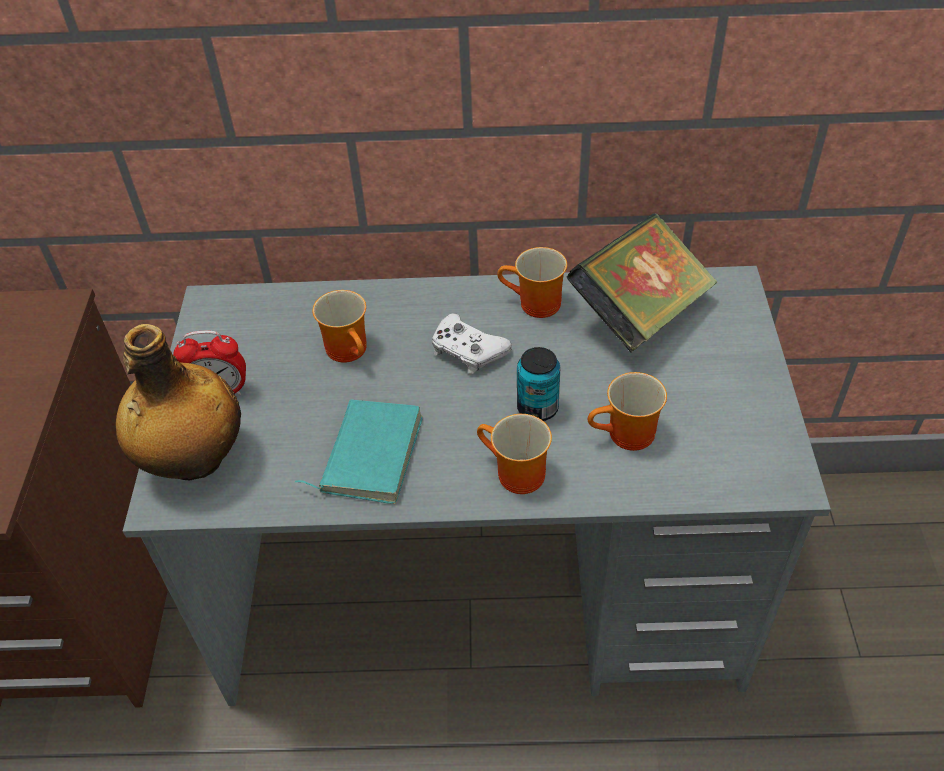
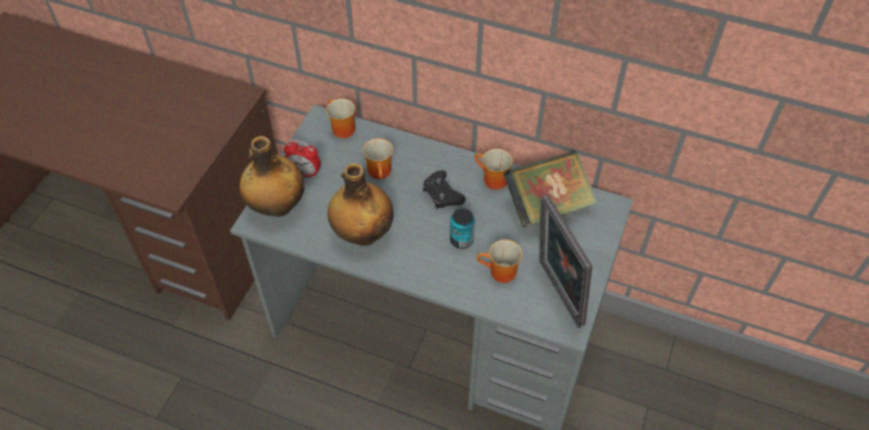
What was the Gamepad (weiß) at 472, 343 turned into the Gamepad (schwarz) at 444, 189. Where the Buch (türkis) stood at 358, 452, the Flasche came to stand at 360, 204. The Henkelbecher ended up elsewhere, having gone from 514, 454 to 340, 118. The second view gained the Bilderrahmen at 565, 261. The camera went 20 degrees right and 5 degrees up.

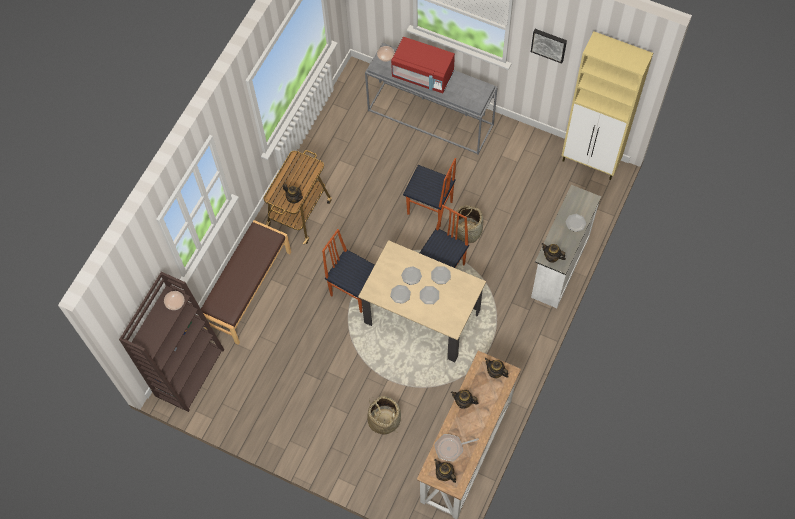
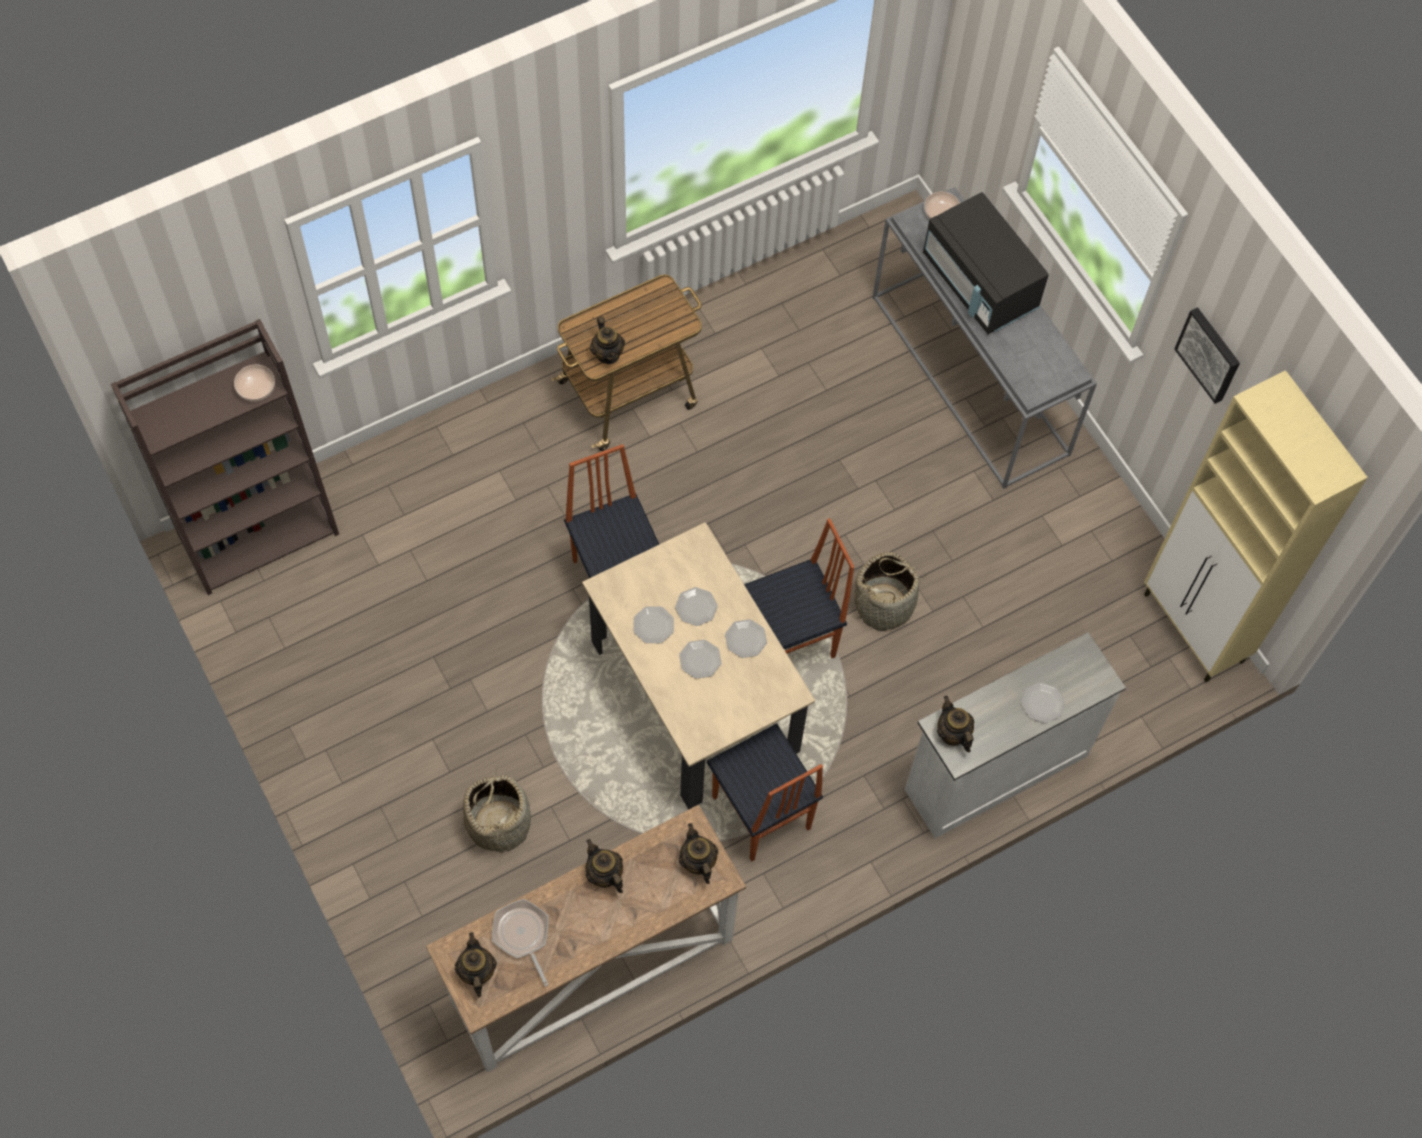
What was the Mikrowelle (rot) at 423, 65 turned into the Mikrowelle (schwarz) at 986, 263. The Stuhl ended up elsewhere, having gone from 429, 192 to 765, 792. The second view lost the Bank (braun) at 246, 282. The Pfanne at 456, 447 ended up facing another way, 45 degrees clockwise from before. The camera went 30 degrees right and 0 degrees up.

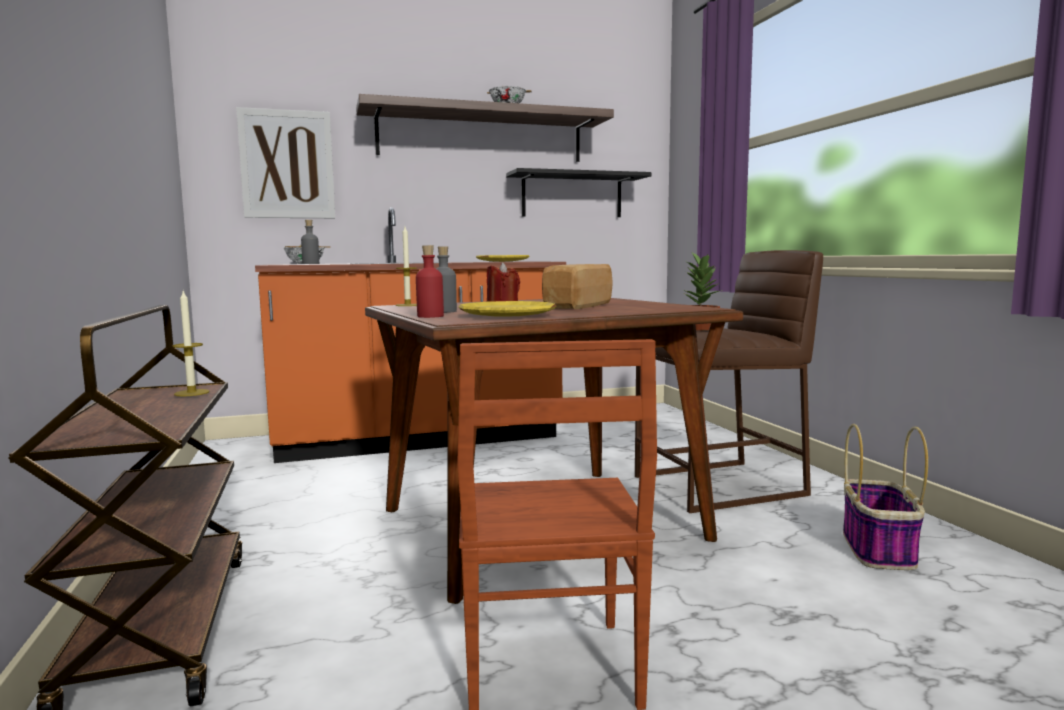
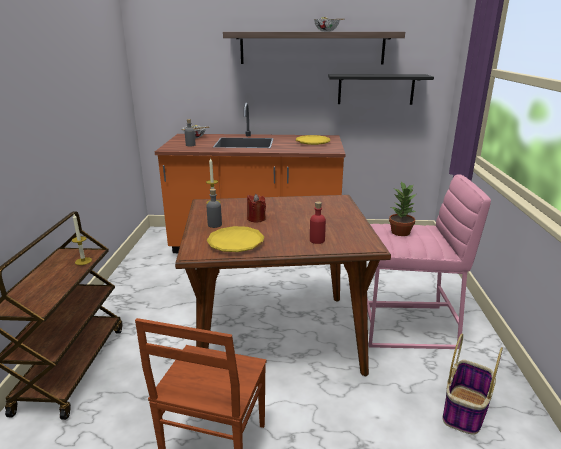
The second view lost the Bild at 285, 162. The Flasche (rot) ended up elsewhere, having gone from 430, 281 to 318, 222. What was the Hocker (braun) at 729, 381 turned into the Hocker (rosa) at 429, 261. The second view lost the Brot at 577, 286. The camera went 20 degrees right and 15 degrees up.

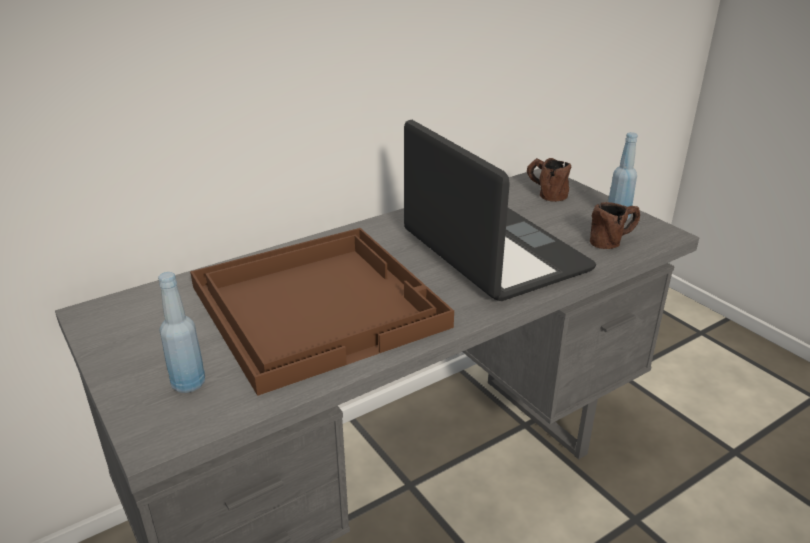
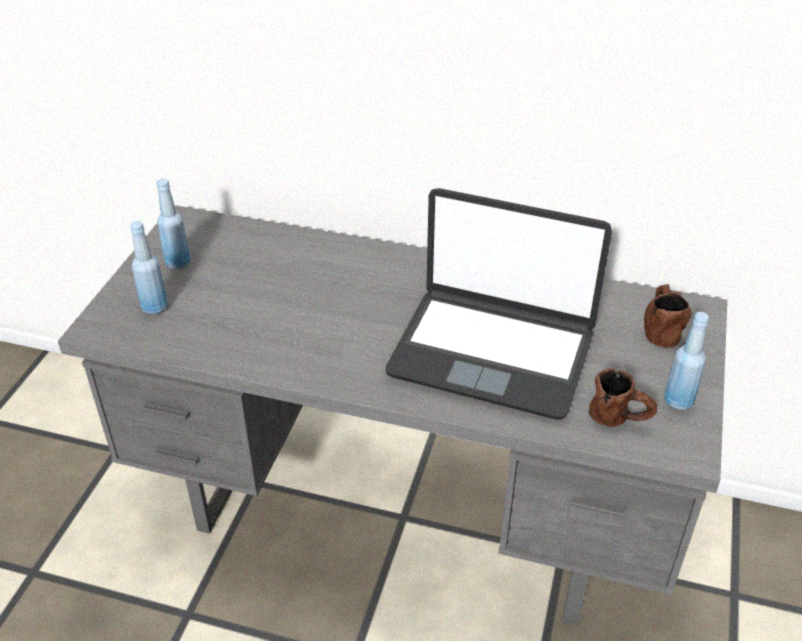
The Laptop at 500, 210 ended up facing another way, 90 degrees clockwise from before. The second view lost the Tablett (braun) at 322, 312. The second view gained the Flasche (blau) at 173, 224. The camera went 50 degrees right and 10 degrees up.

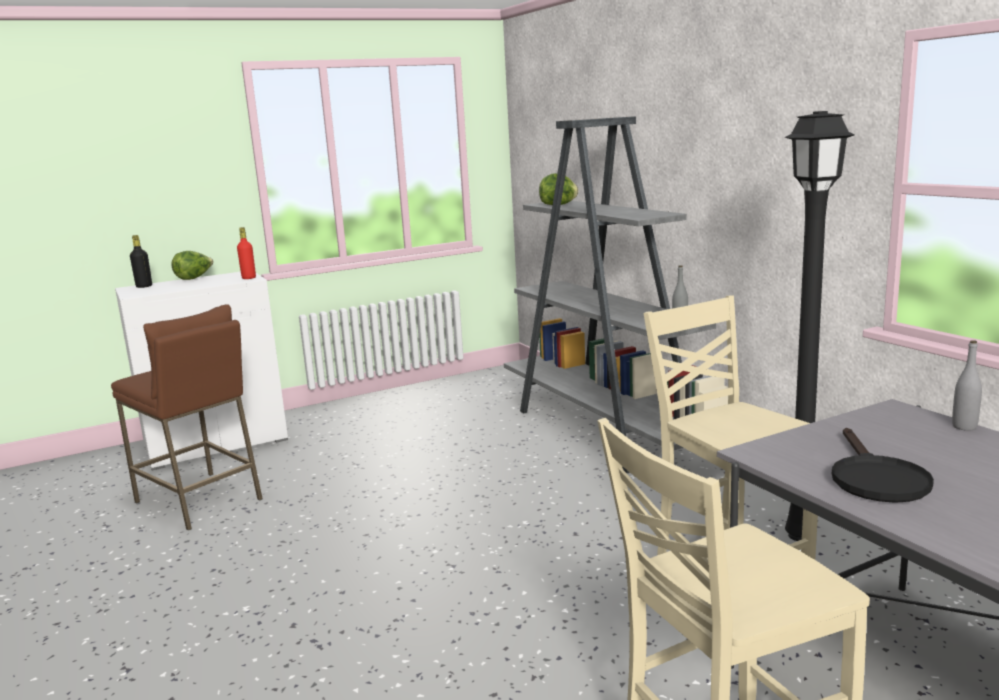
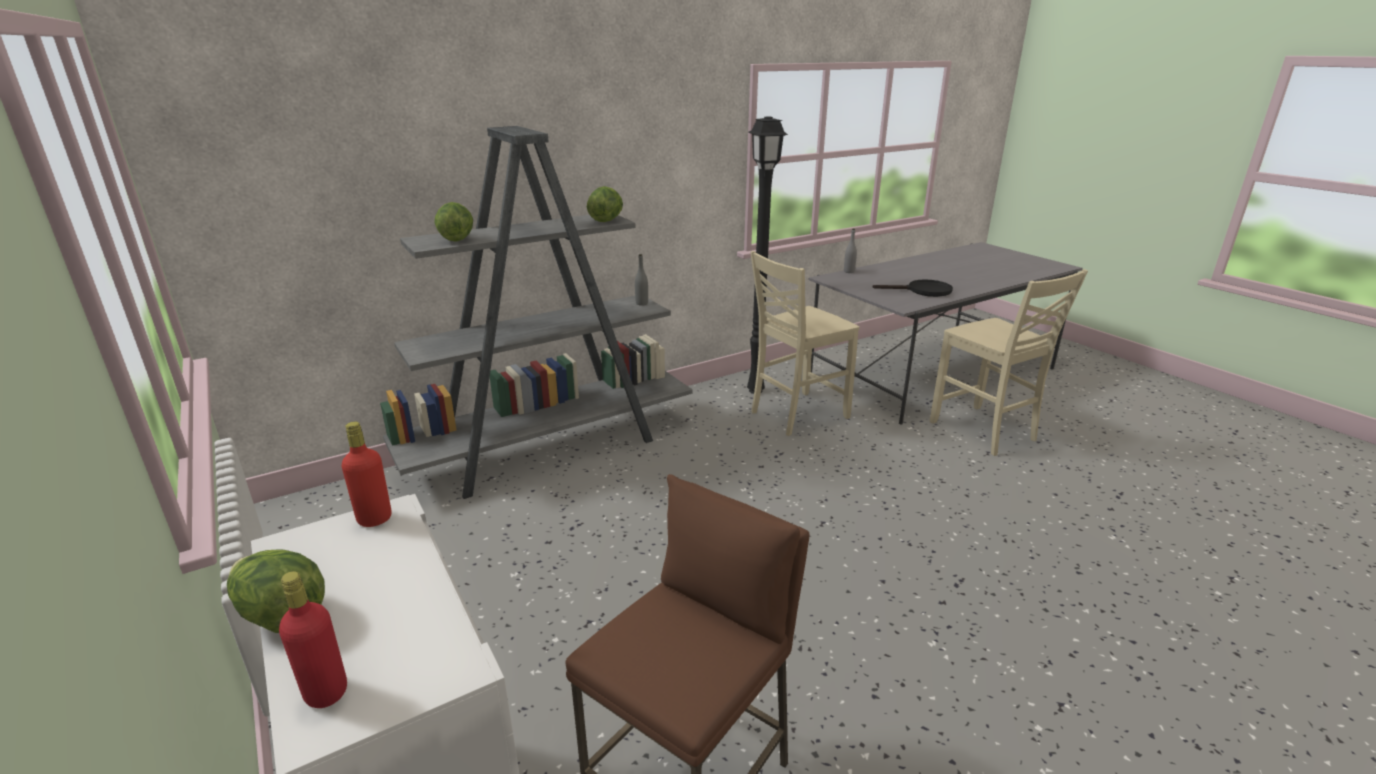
What was the Flasche (schwarz) at 141, 261 turned into the Flasche (rot) at 313, 639. The second view gained the Salatkopf at 605, 204. The camera went 95 degrees left and 10 degrees up.

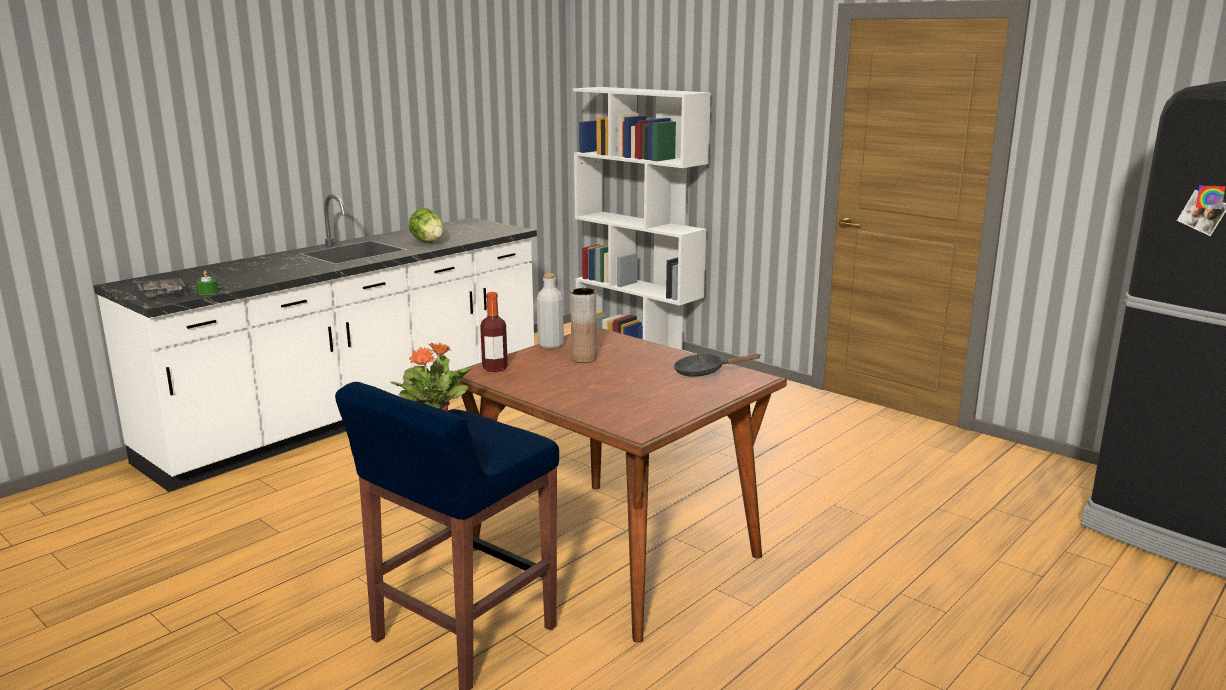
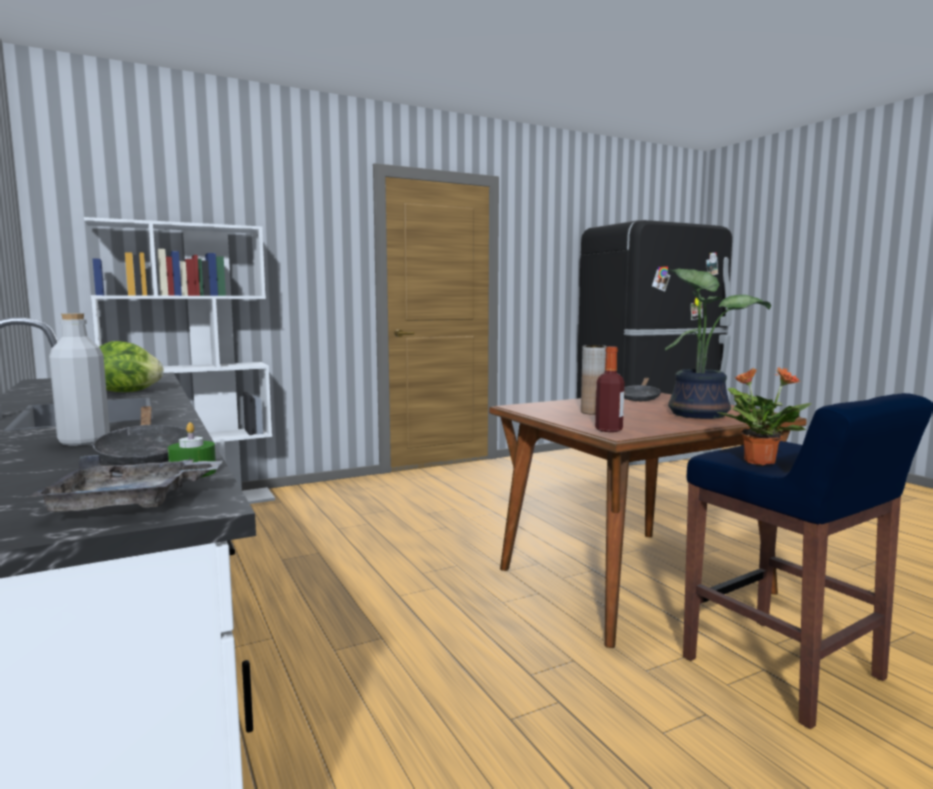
The Flasche (grau) ended up elsewhere, having gone from 550, 311 to 79, 379. The second view gained the Topfpflanze at 718, 343. The second view gained the Pfanne (schwarz) at 143, 435. The camera went 70 degrees left and 10 degrees down.

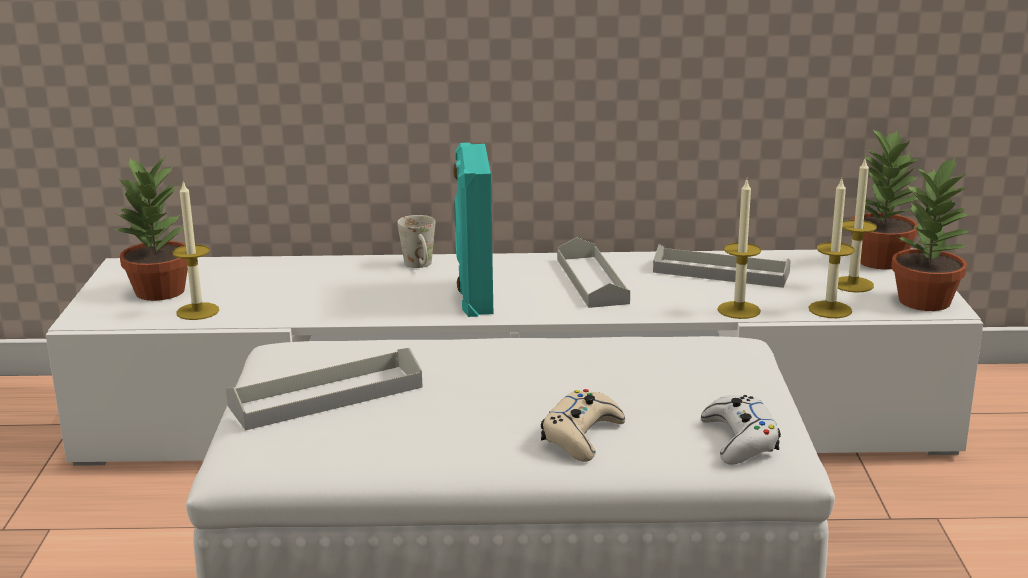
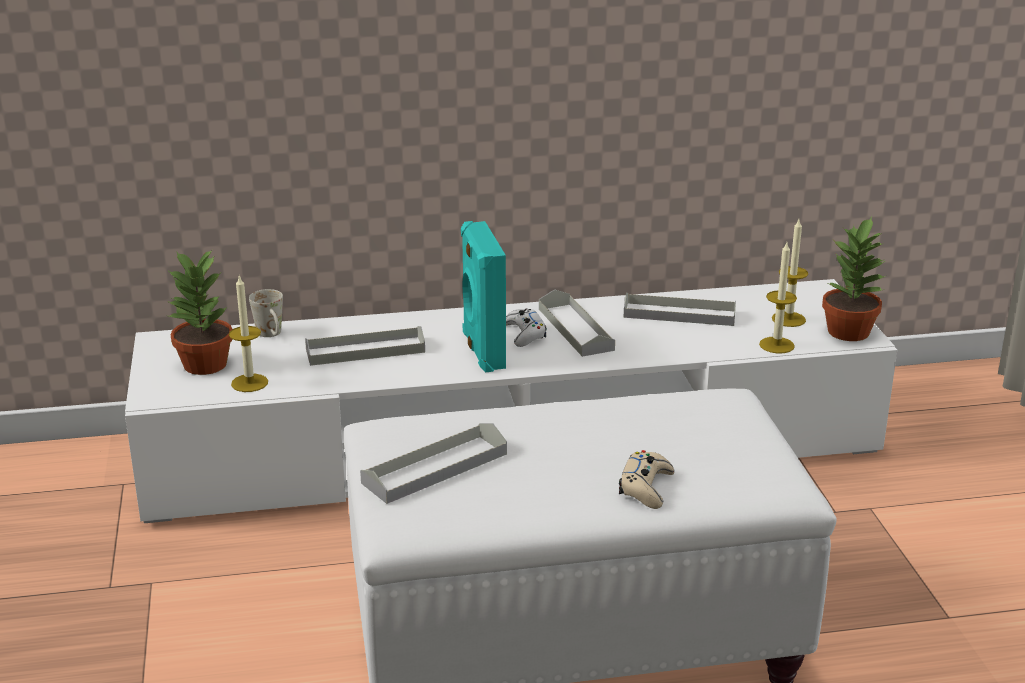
The second view lost the Topfpflanze at 887, 198. The second view lost the Kerze at 739, 249. The Henkelbecher (weiß) ended up elsewhere, having gone from 416, 241 to 266, 313. The Gamepad (weiß) ended up elsewhere, having gone from 741, 430 to 526, 327. The second view gained the Tablett (grau) at 365, 346. The camera went 10 degrees left and 5 degrees up.

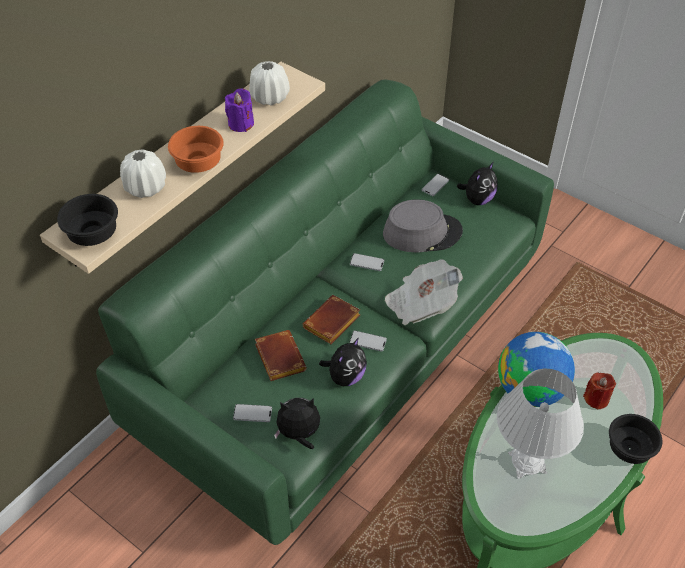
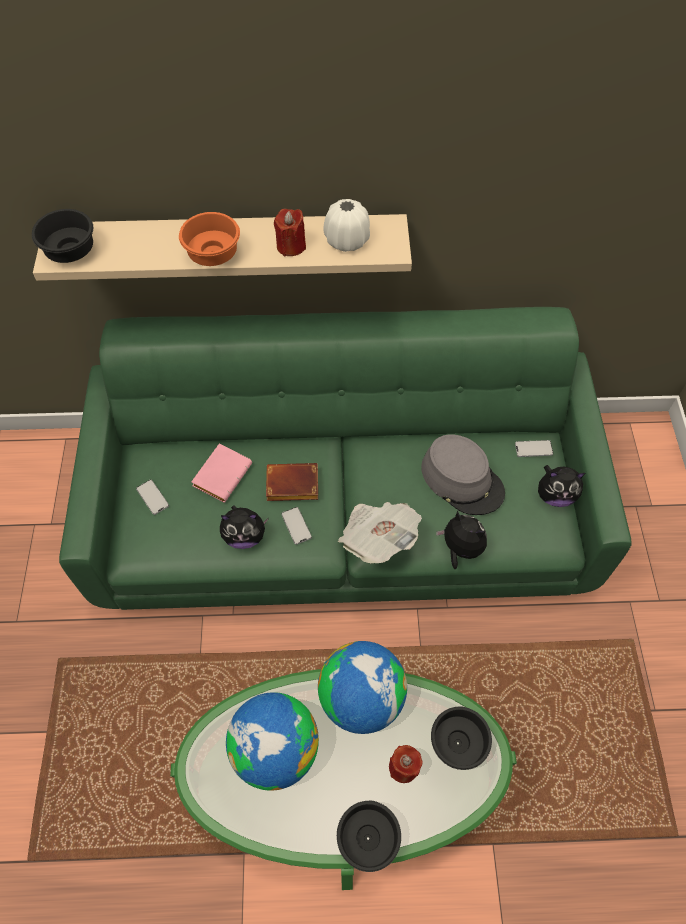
What was the Kerze (lila) at 239, 110 turned into the Kerze (rot) at 290, 232. The second view lost the Vase (weiß) at 143, 174. The second view lost the Handy at 367, 262. What was the Buch (braun) at 281, 355 turned into the Buch (rosa) at 221, 473. Where the Tischlampe (weiß) stood at 540, 424, the Globus came to stand at 272, 741. The Plüschtier ended up elsewhere, having gone from 297, 423 to 461, 540. The second view gained the Schüssel (schwarz) at 461, 738. The camera went 50 degrees right and 10 degrees up.

